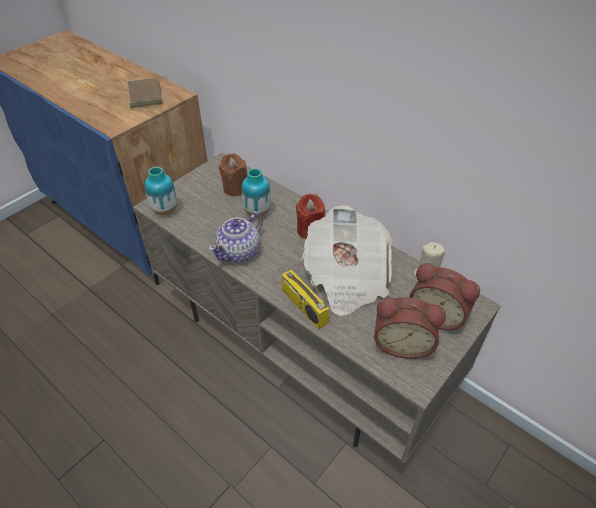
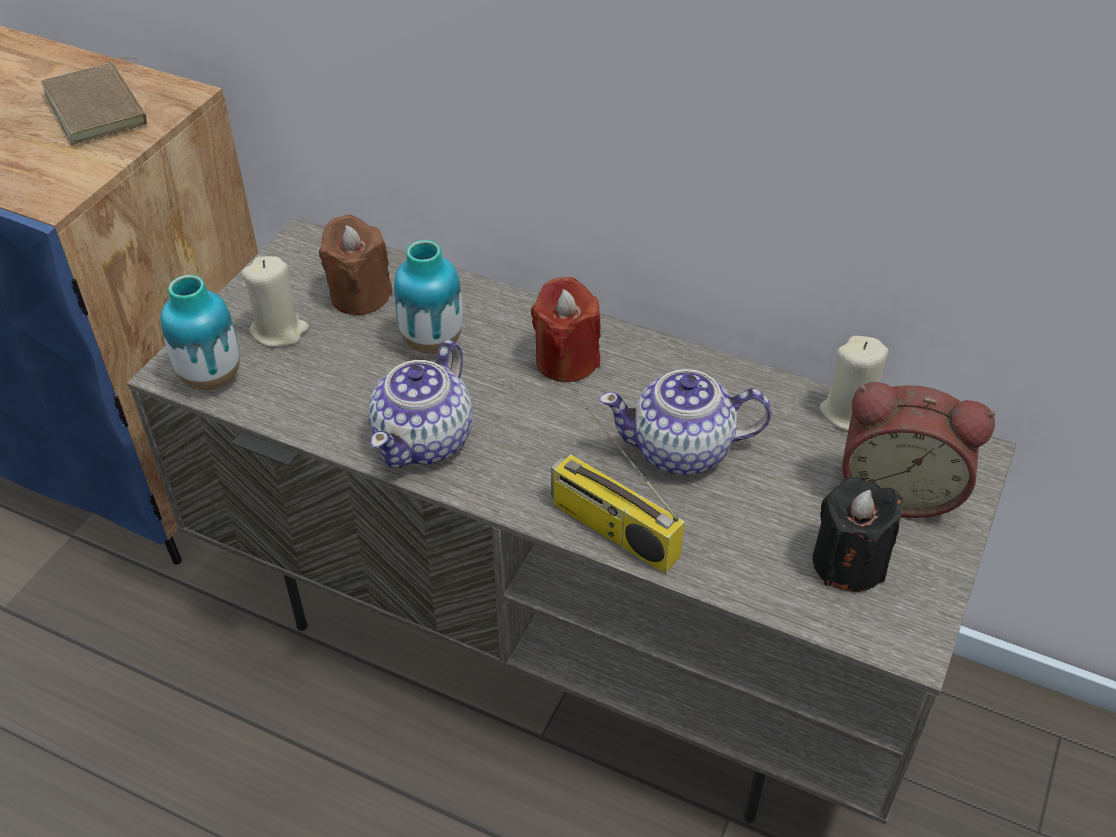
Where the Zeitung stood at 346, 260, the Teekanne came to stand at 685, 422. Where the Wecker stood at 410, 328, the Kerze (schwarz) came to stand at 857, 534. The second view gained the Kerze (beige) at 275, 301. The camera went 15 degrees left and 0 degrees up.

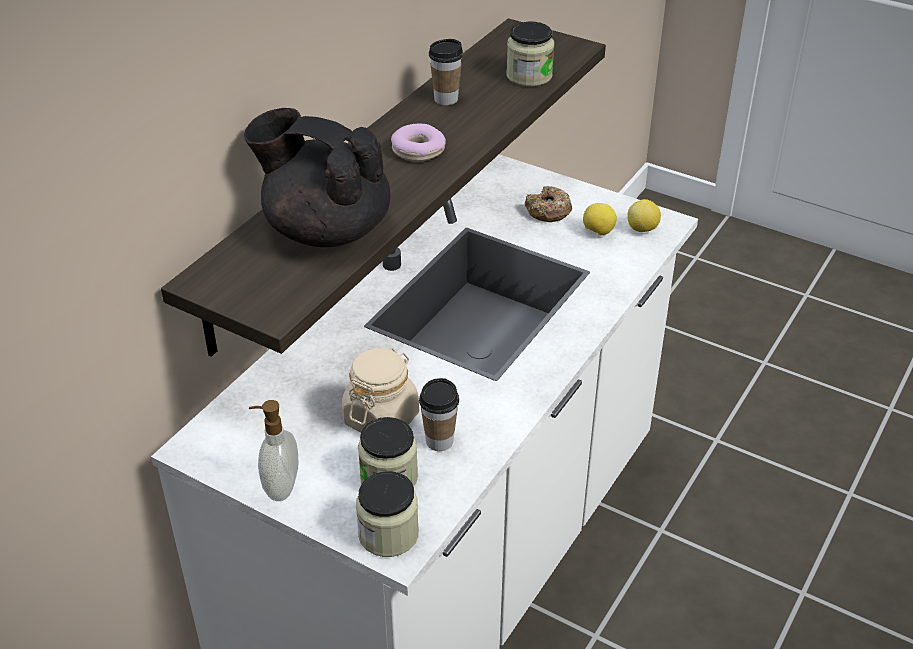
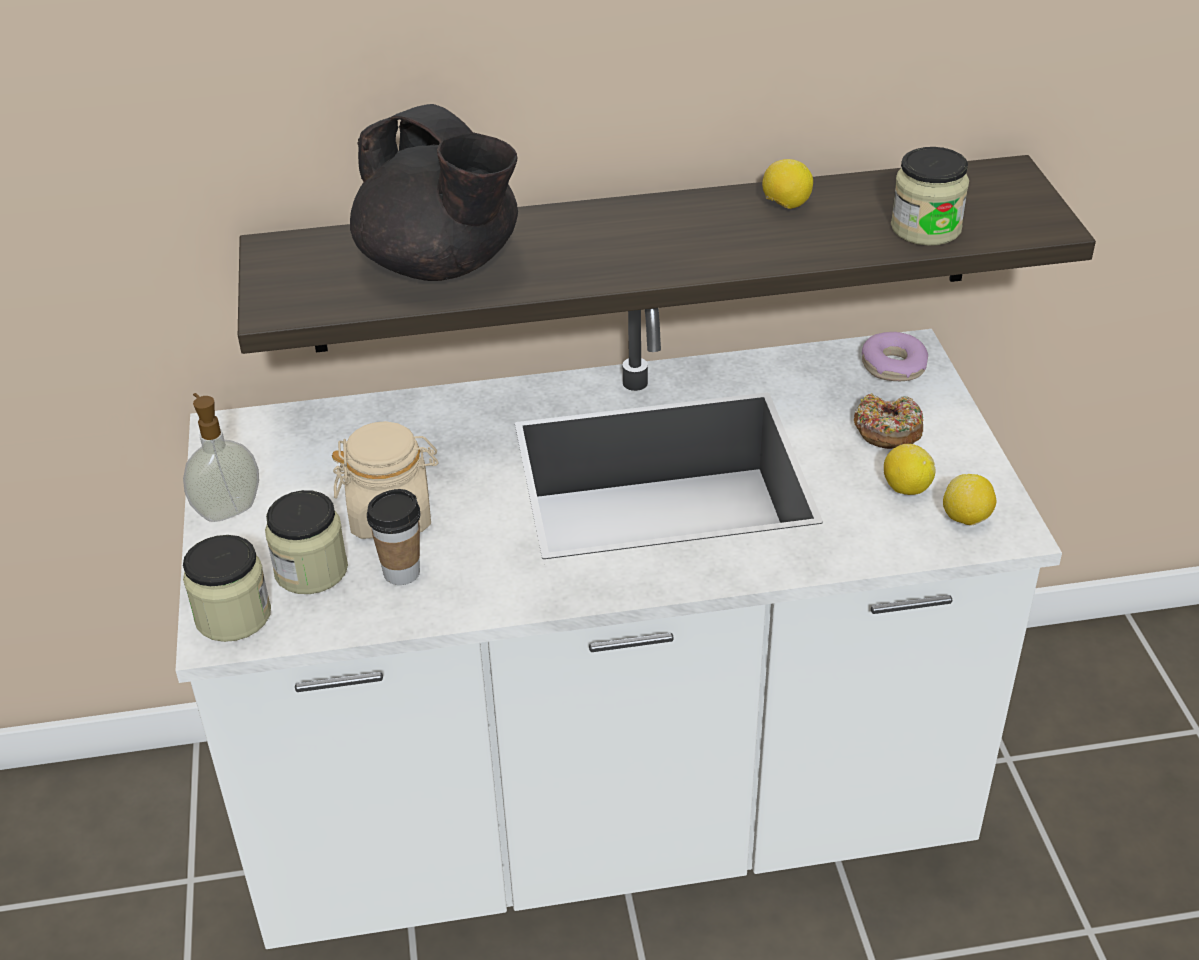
Where the Tasse stood at 446, 72, the Zitrone came to stand at 787, 184. The Teekanne (schwarz) at 317, 177 ended up facing another way, 150 degrees clockwise from before. The Donut ended up elsewhere, having gone from 418, 142 to 895, 356. The camera went 50 degrees right and 0 degrees up.

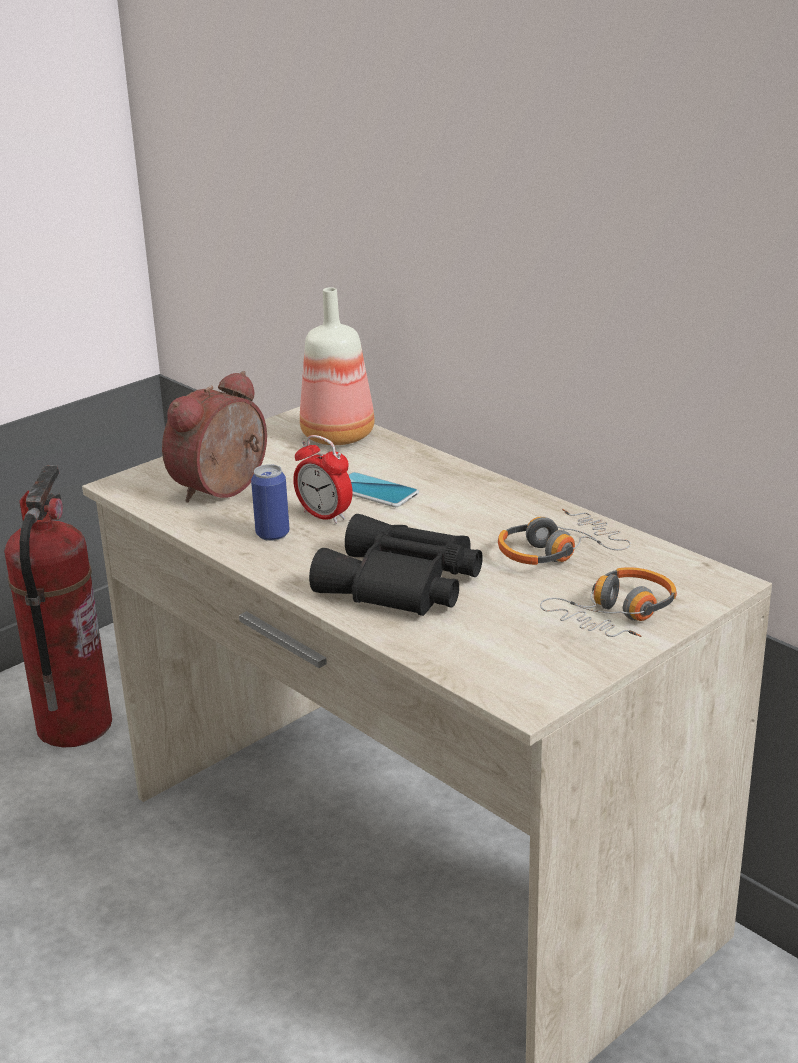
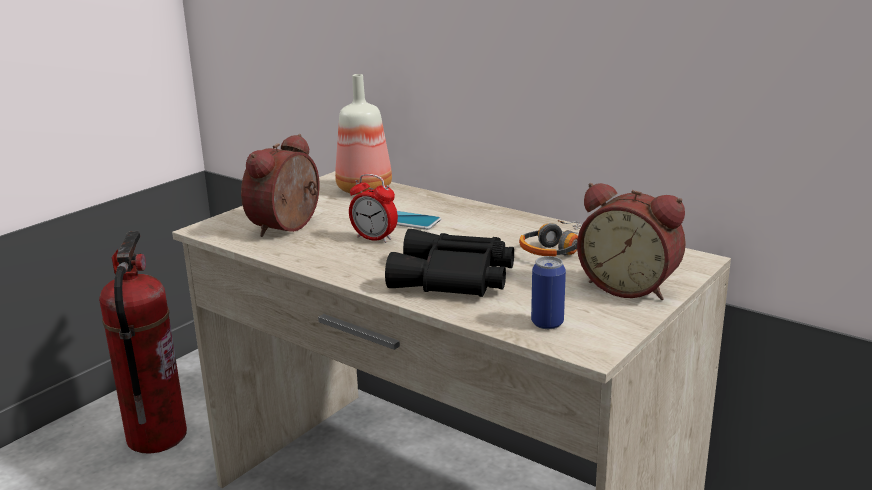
The Dose ended up elsewhere, having gone from 270, 502 to 548, 292. Where the Kopfhörer stood at 608, 602, the Wecker came to stand at 631, 241. The camera went 10 degrees left and 5 degrees down.

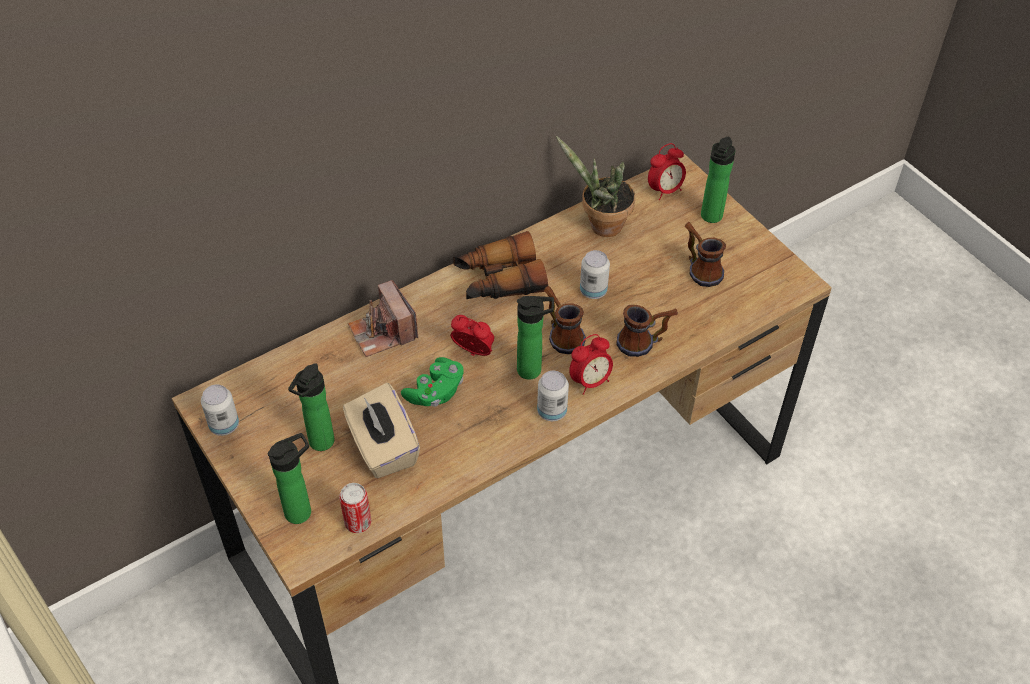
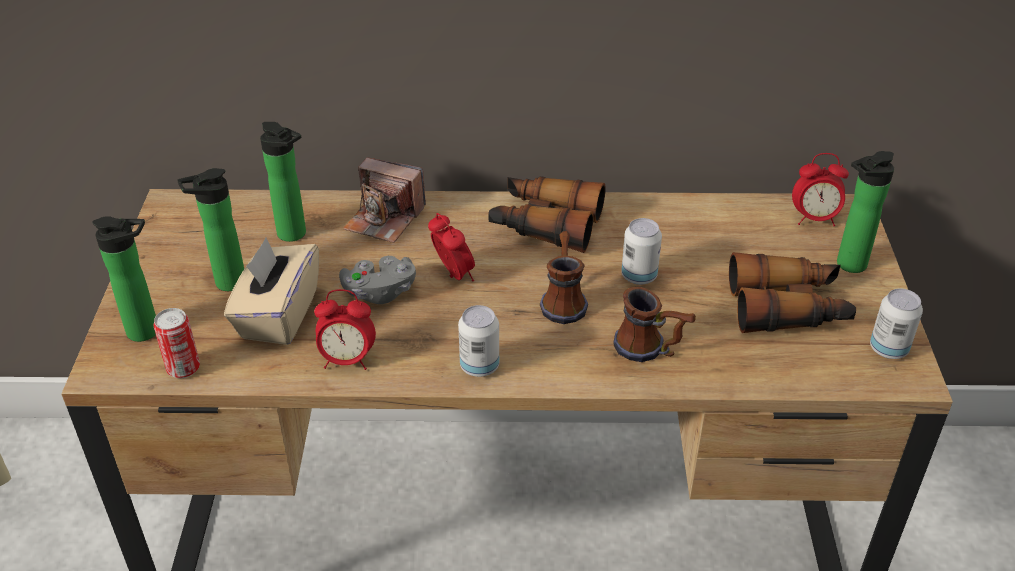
The second view lost the Topfpflanze at 595, 186. Where the Henkelbecher stood at 705, 254, the Fernglas came to stand at 792, 292. The Kamera at 383, 318 ended up facing another way, 75 degrees counterclockwise from before. The Flasche ended up elsewhere, having gone from 535, 338 to 283, 182. The Wecker ended up elsewhere, having gone from 591, 364 to 345, 329. What was the Gamepad (grün) at 432, 382 turned into the Gamepad (grau) at 377, 280. The Dose ended up elsewhere, having gone from 220, 410 to 896, 324. The camera went 35 degrees right and 10 degrees down.

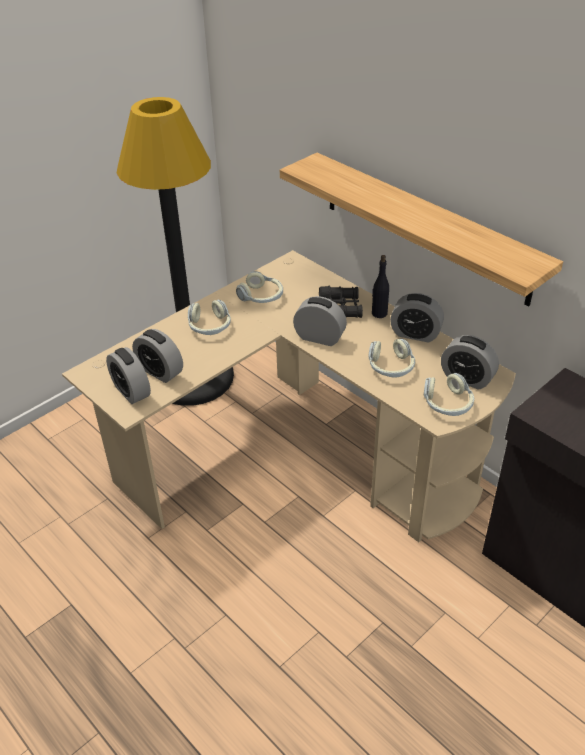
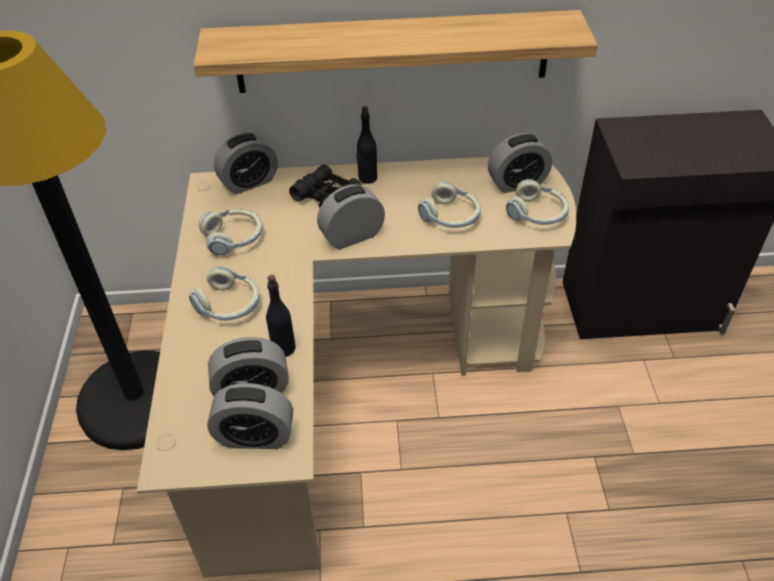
The Wecker ended up elsewhere, having gone from 417, 317 to 246, 163. The second view gained the Flasche (schwarz) at 281, 316. The camera went 50 degrees left and 5 degrees up.

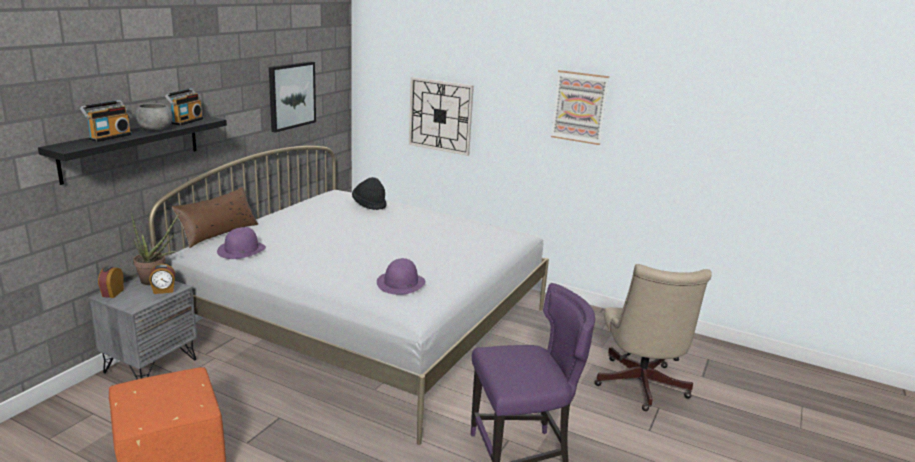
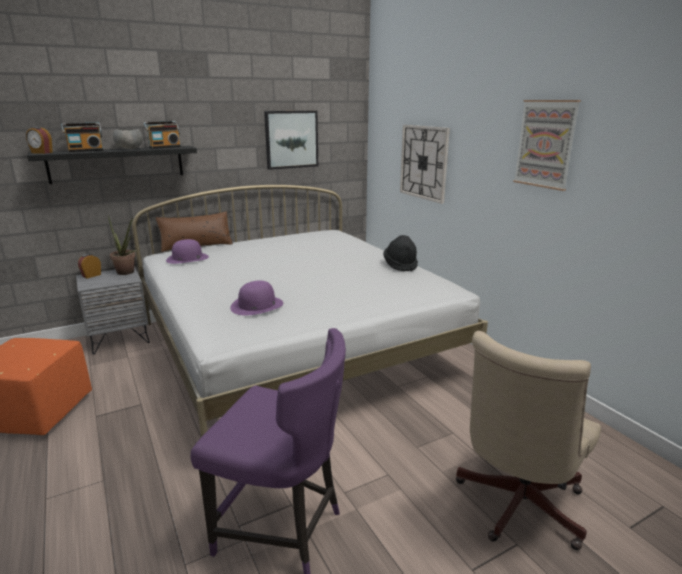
The Hut (schwarz) ended up elsewhere, having gone from 369, 193 to 400, 253. The Wecker ended up elsewhere, having gone from 162, 279 to 39, 140. The camera went 35 degrees right and 0 degrees up.

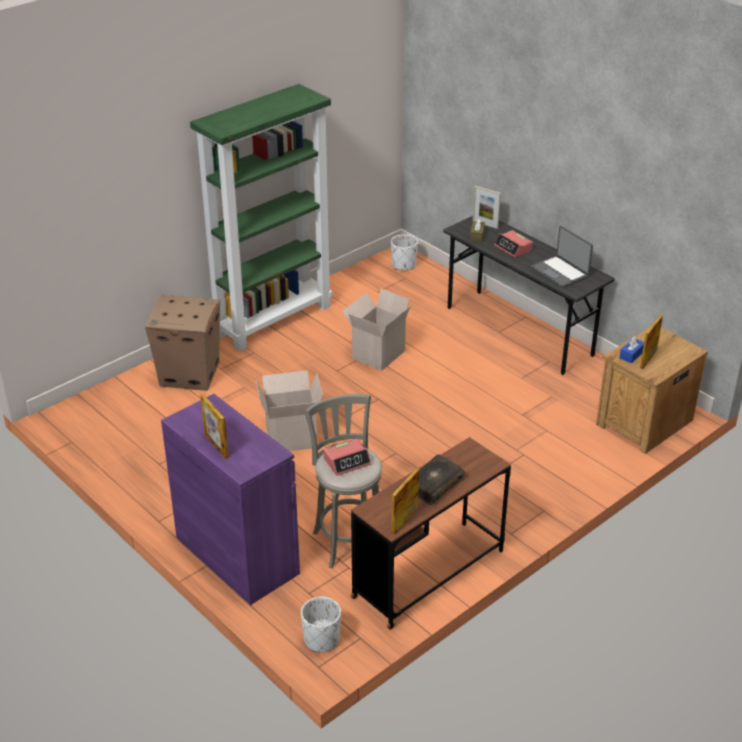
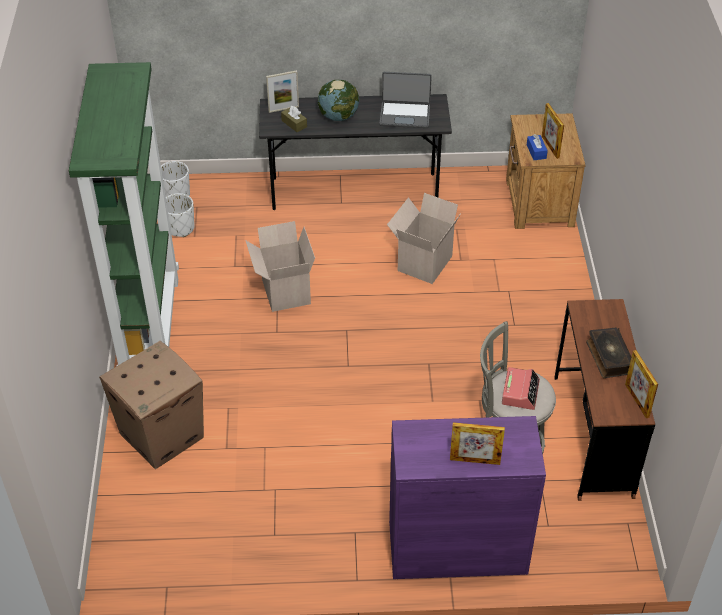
Where the Wecker stood at 513, 243, the Globus came to stand at 338, 100. The Karton ended up elsewhere, having gone from 289, 410 to 424, 238. The Pflanzkübel (weiß) ended up elsewhere, having gone from 321, 624 to 180, 215. The camera went 50 degrees left and 10 degrees up.

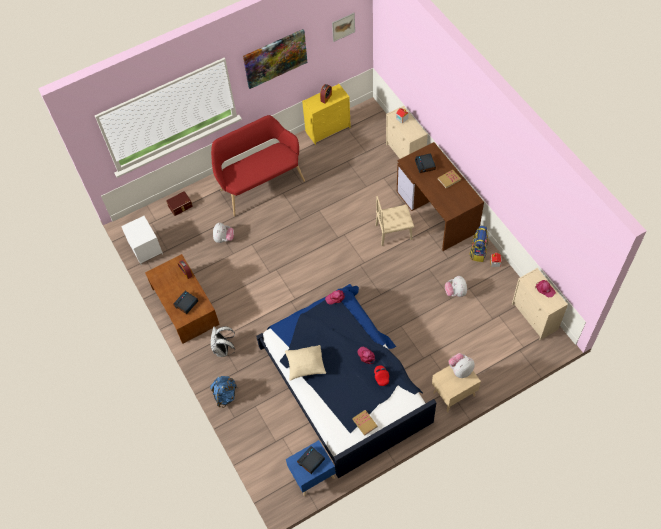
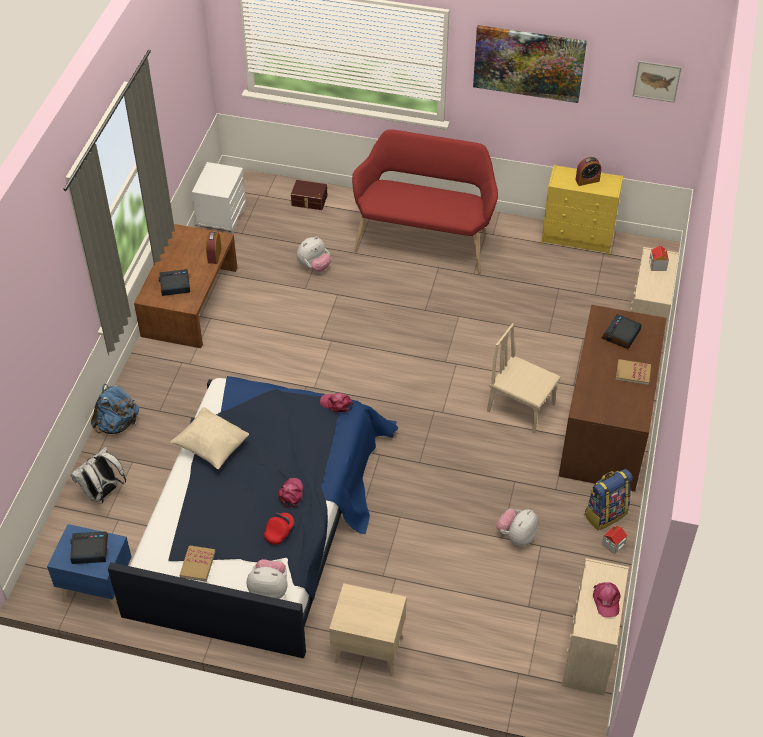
The Rucksack (weiß) ended up elsewhere, having gone from 223, 341 to 98, 475. The Plüschtier ended up elsewhere, having gone from 461, 365 to 267, 579. The camera went 40 degrees right and 10 degrees down.

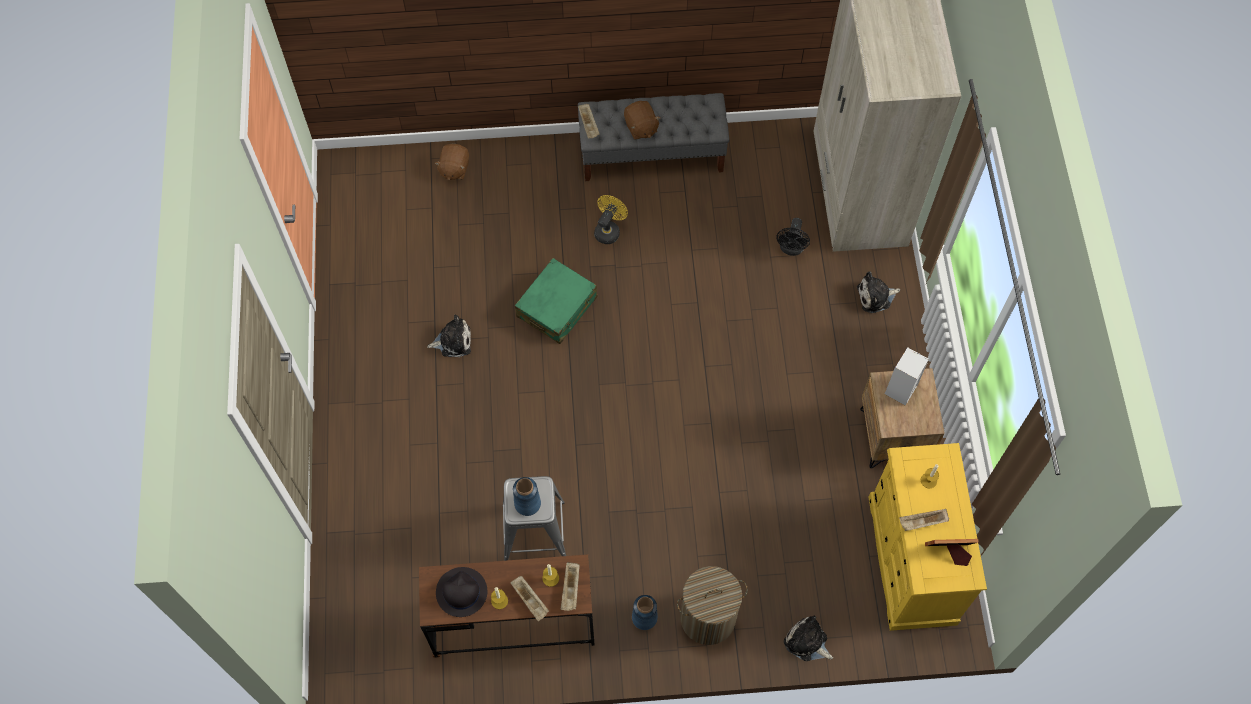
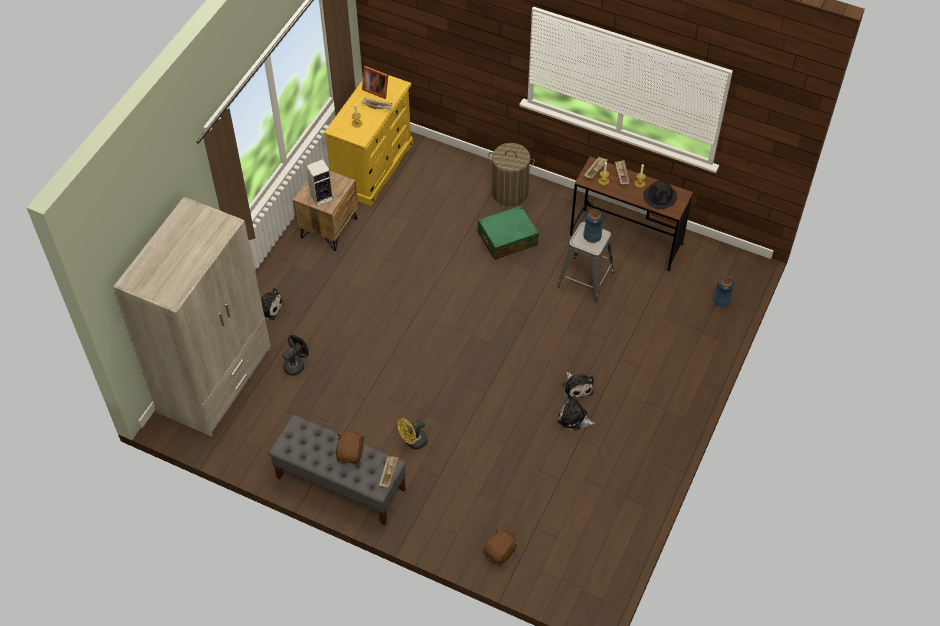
The Koffer (grün) ended up elsewhere, having gone from 556, 301 to 508, 232. The Vase (blau) ended up elsewhere, having gone from 645, 612 to 723, 292. The Plüschtier ended up elsewhere, having gone from 808, 638 to 578, 385. The camera went 150 degrees left and 10 degrees down.

